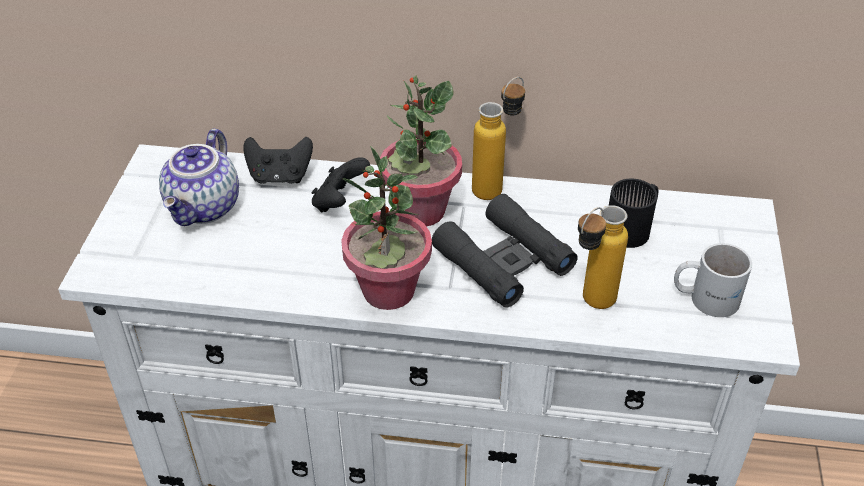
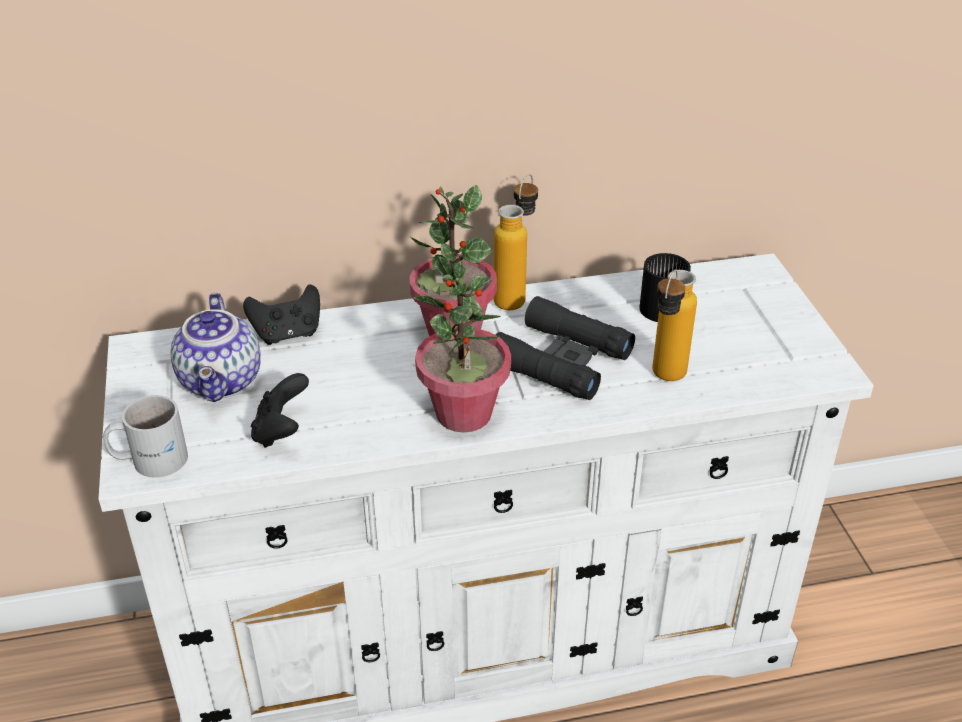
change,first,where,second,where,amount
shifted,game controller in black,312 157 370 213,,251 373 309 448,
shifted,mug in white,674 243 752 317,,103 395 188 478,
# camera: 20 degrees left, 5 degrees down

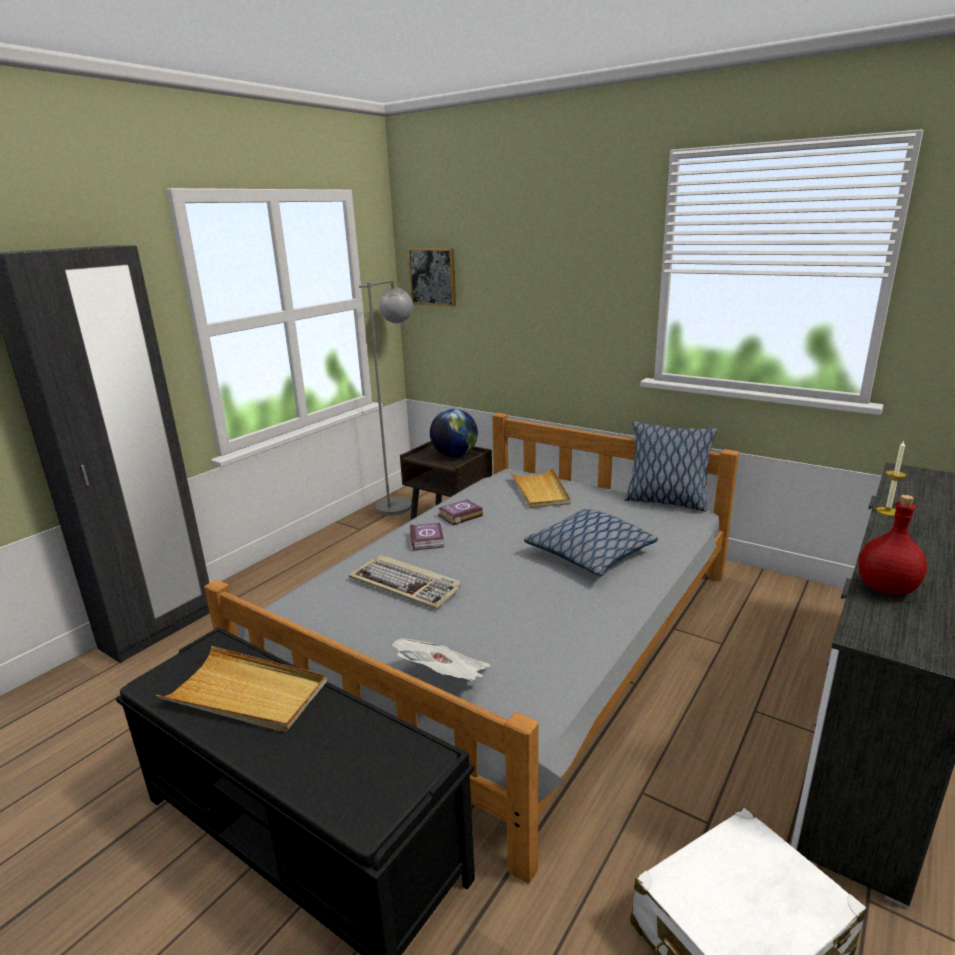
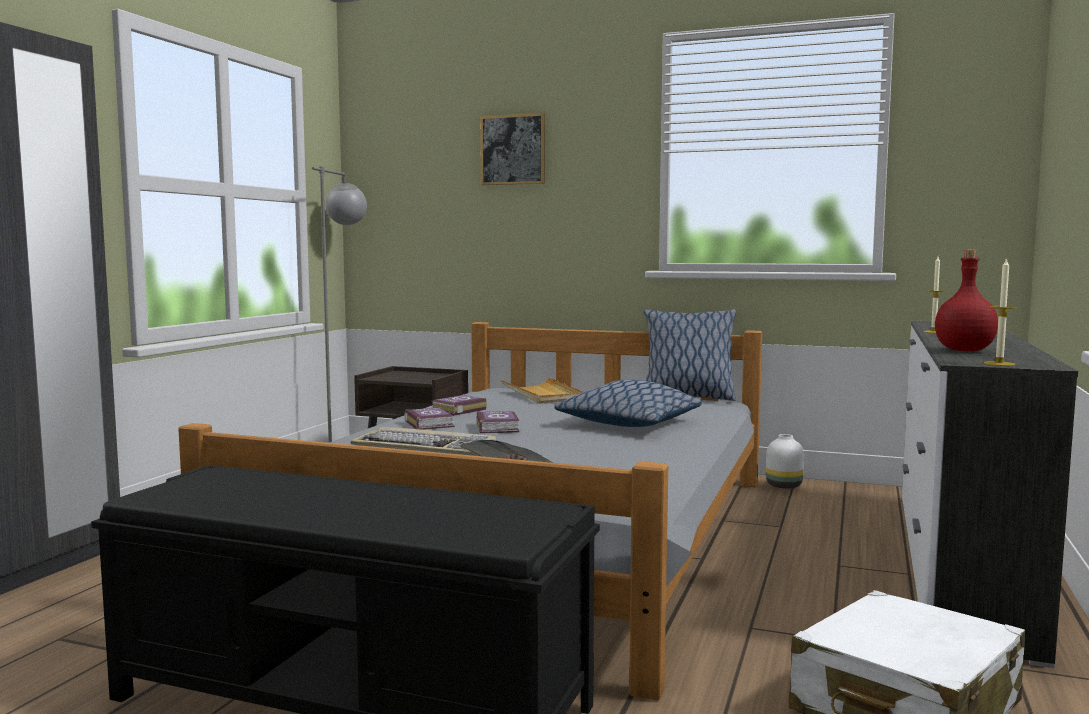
change,first,where,second,where,amount
gone,tray in beige,156 646 327 733,,,
shifted,picture,408 248 456 307,,480 113 545 185,
gone,globe,430 409 478 457,,,
new,,,book,476 411 520 434,
new,,,vase in white,766 434 804 489,
new,,,candle,984 258 1017 366,
# camera: 15 degrees left, 15 degrees down

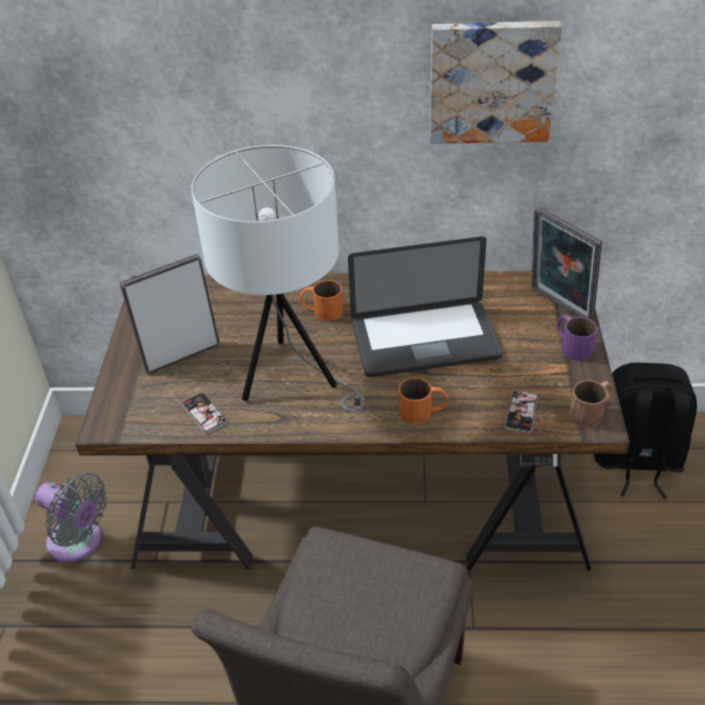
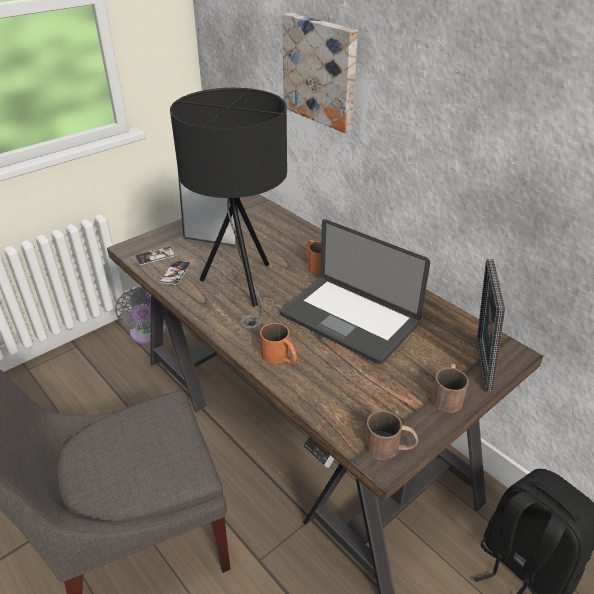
change,first,where,second,where,amount
repainted,table lamp in white,191 145 366 412,table lamp in black,170 88 287 329,
shifted,picture,430 21 562 144,,282 13 358 133,
shifted,phone,505 390 538 433,,135 246 176 266,
repainted,mug in purple,557 315 597 361,mug in brown,431 363 469 413,
# camera: 45 degrees right, 5 degrees down

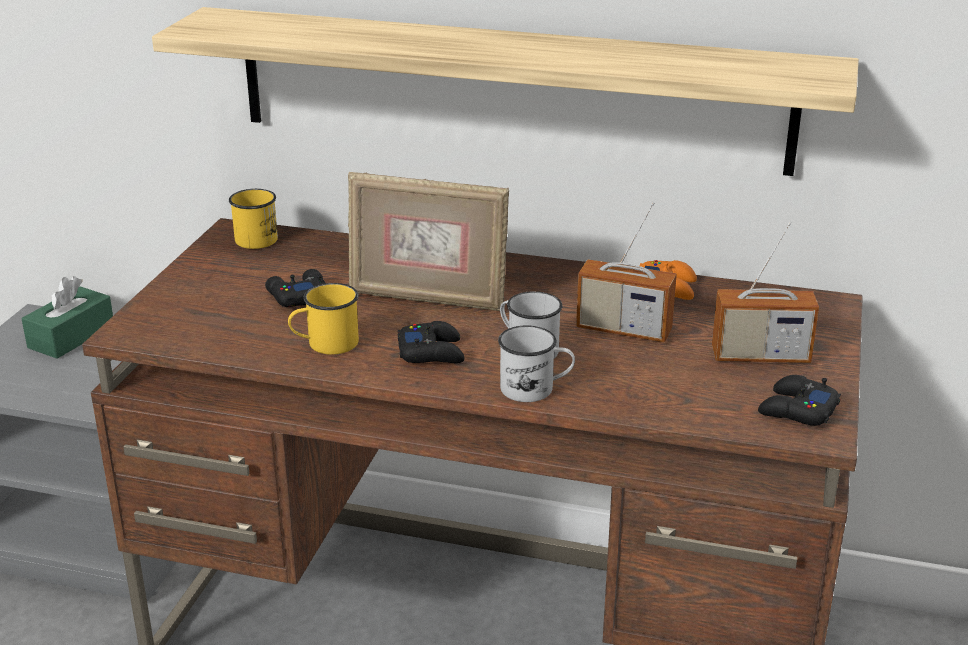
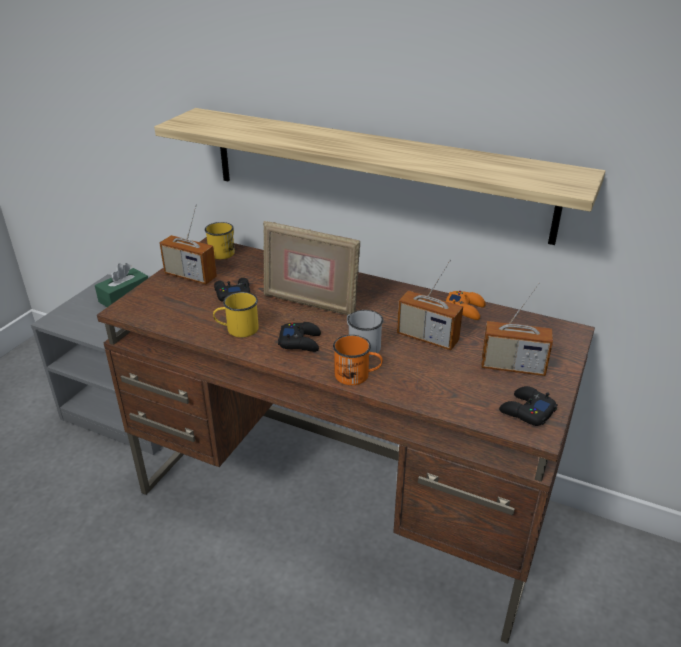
change,first,where,second,where,amount
repainted,mug in white,498 325 575 402,mug in orange,333 335 383 385,
new,,,radio,159 204 217 284,
# camera: 10 degrees right, 5 degrees up

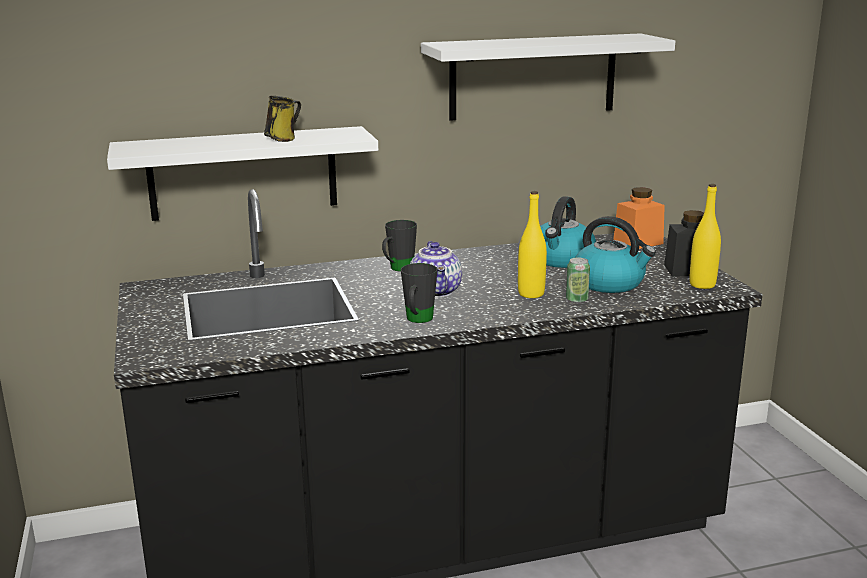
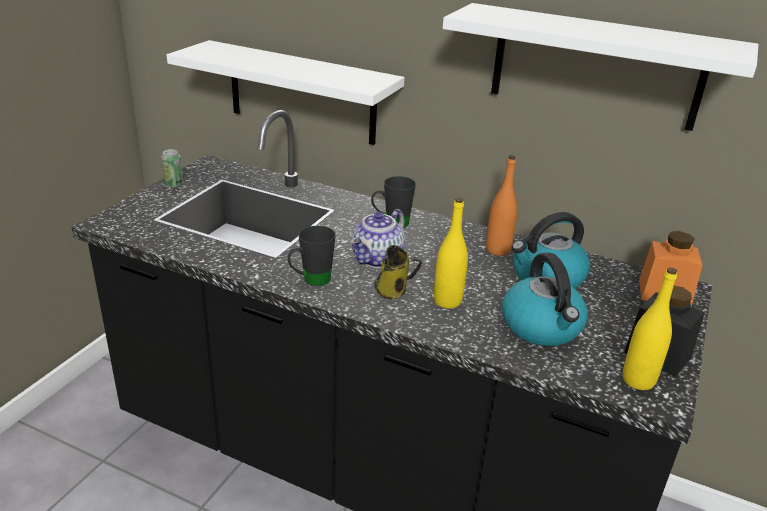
change,first,where,second,where,amount
shifted,mug,264 96 301 142,,374 245 422 299,
shifted,can,566 258 590 303,,161 149 183 188,
new,,,bottle in orange,486 155 518 256,
# camera: 40 degrees right, 10 degrees up

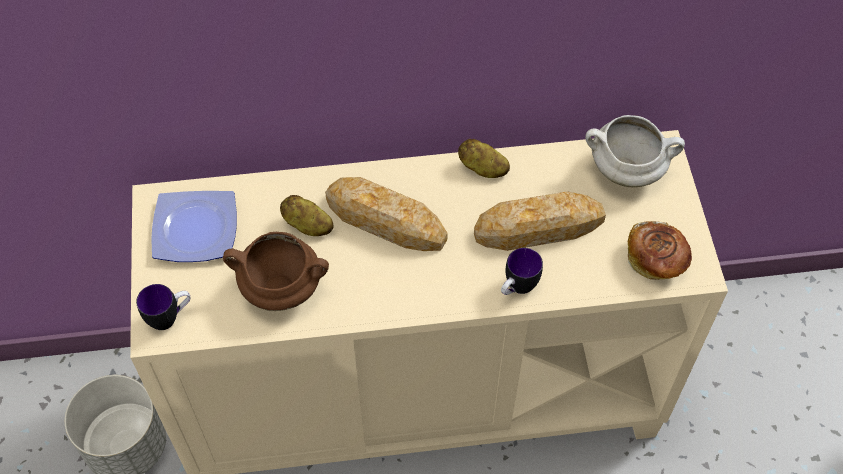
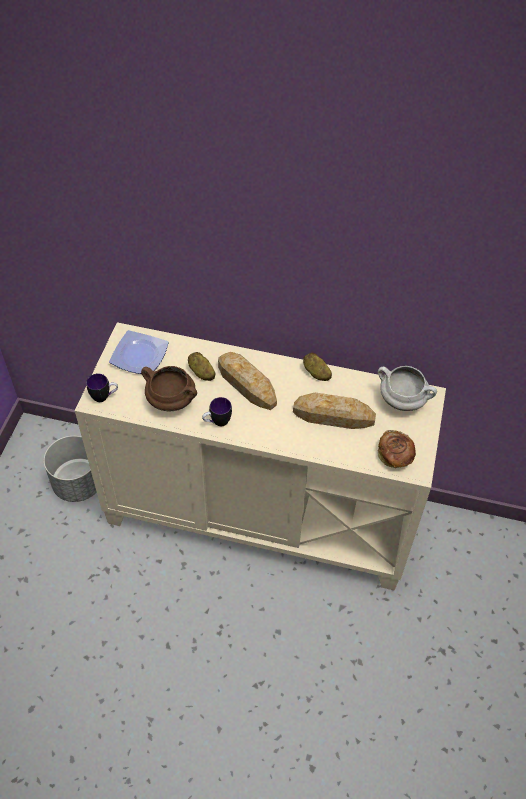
change,first,where,second,where,amount
shifted,mug,501 248 543 295,,202 397 232 426,
# camera: 20 degrees right, 5 degrees down

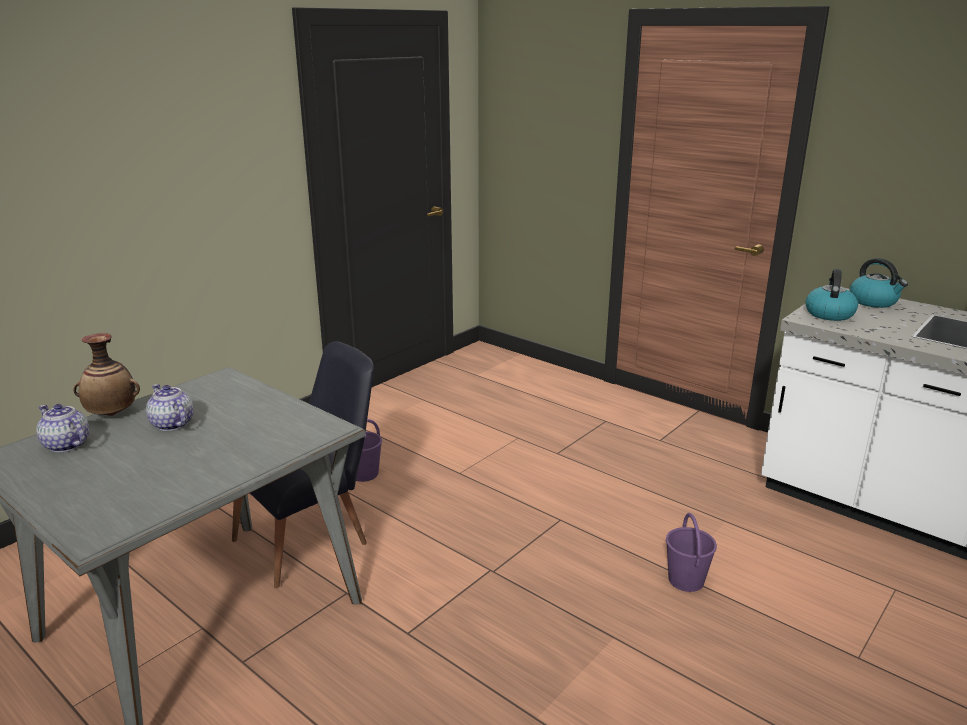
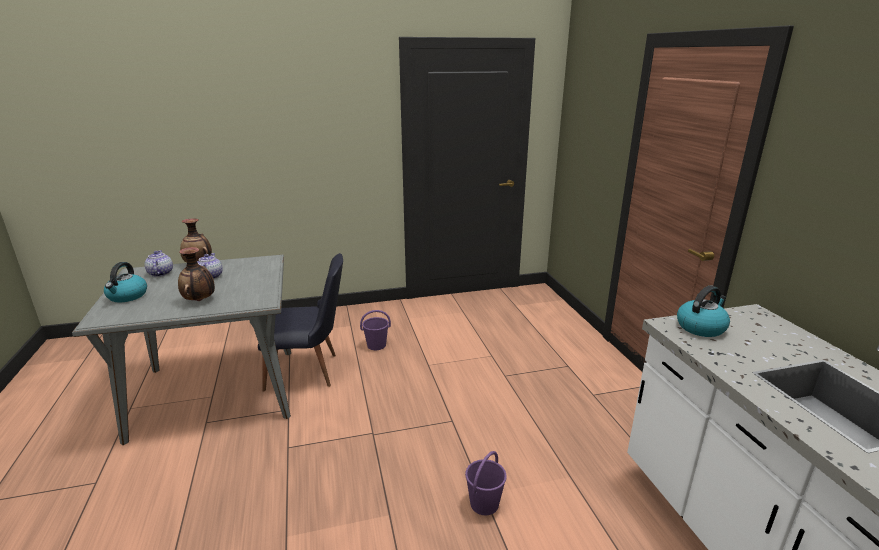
change,first,where,second,where,amount
shifted,kettle,850 258 908 308,,104 262 147 302,
new,,,vase,178 247 215 301,
# camera: 35 degrees right, 0 degrees up

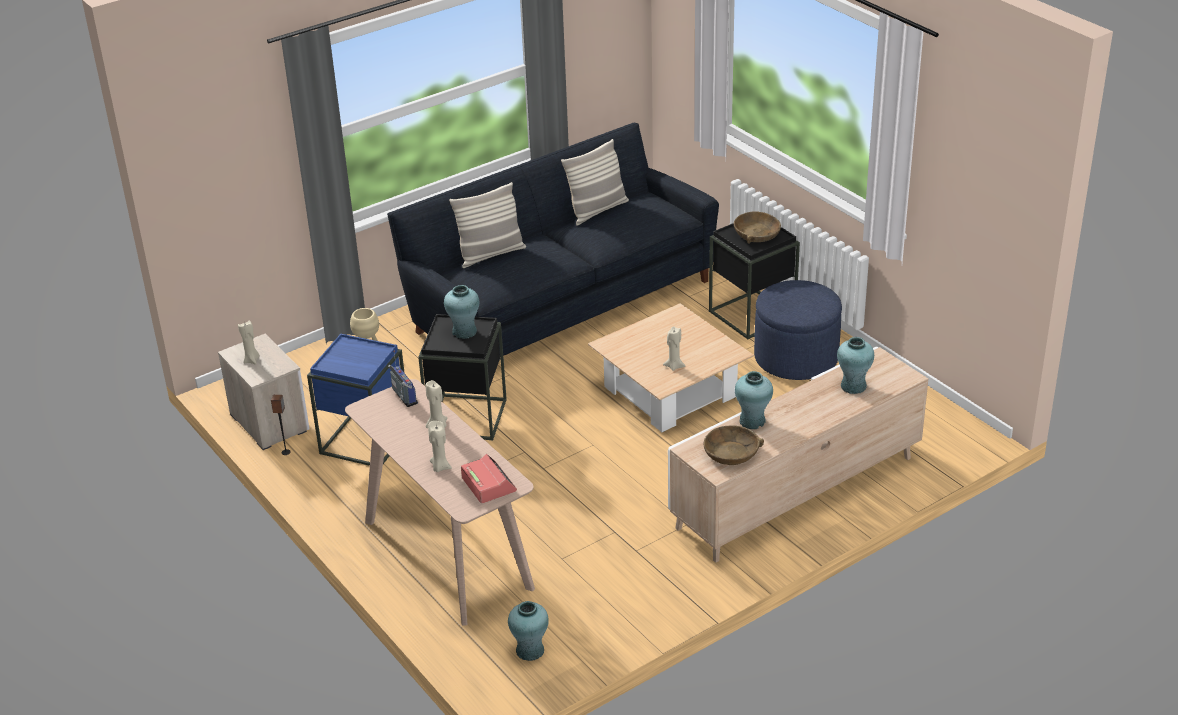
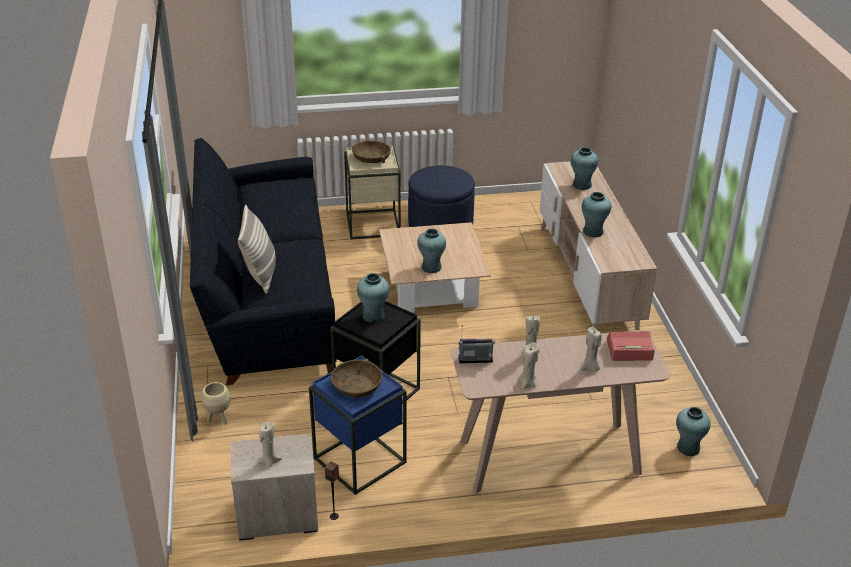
change,first,where,second,where,amount
gone,pillow,561 139 629 225,,,
shifted,candle in beige,663 326 685 371,,518 342 538 390,
shifted,bowl in brown,703 425 764 465,,331 359 383 398,
repainted,side table in black,709 223 800 339,side table in beige,344 145 401 239,
new,,,vase in turquoise,417 228 446 273,
# camera: 65 degrees left, 0 degrees up

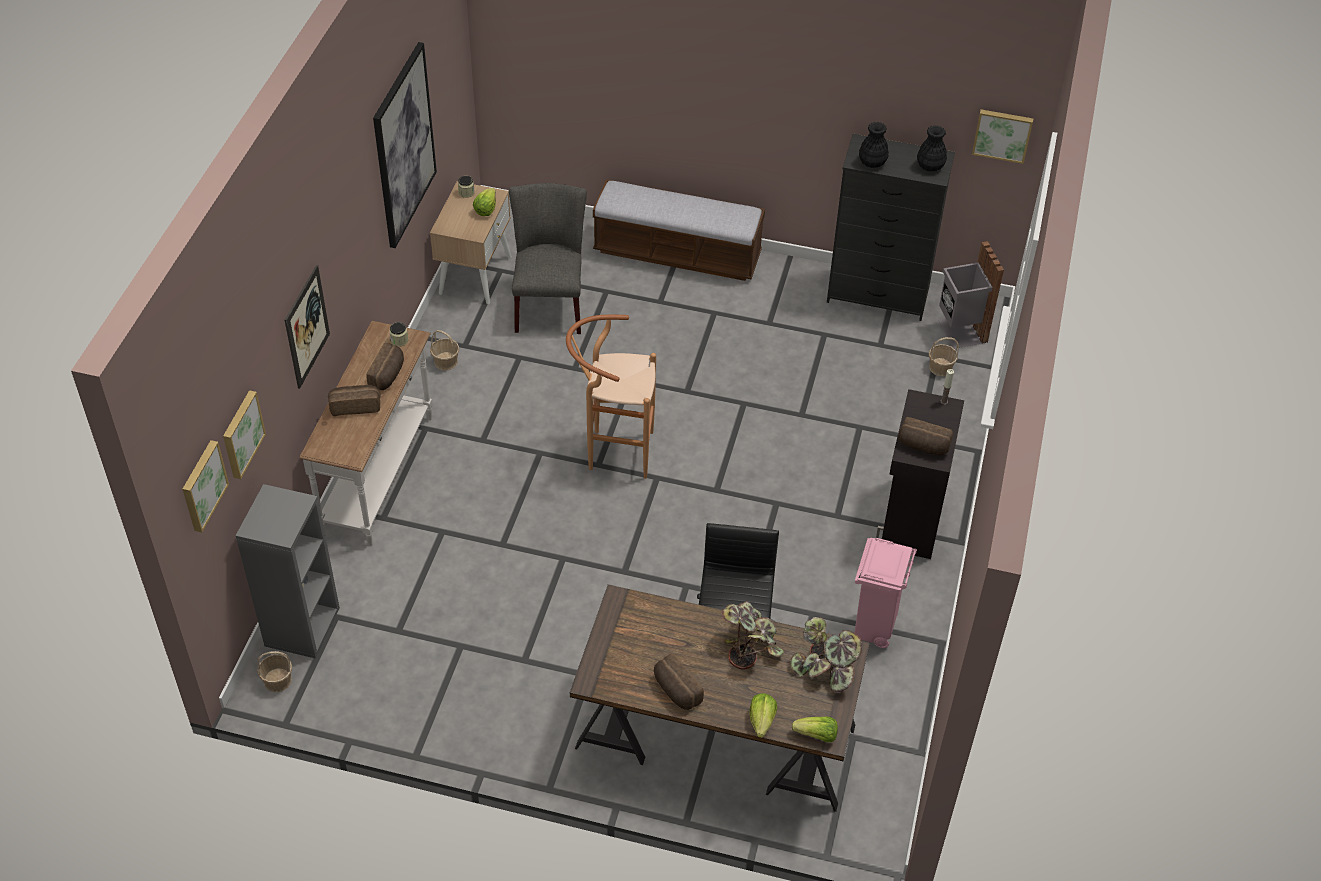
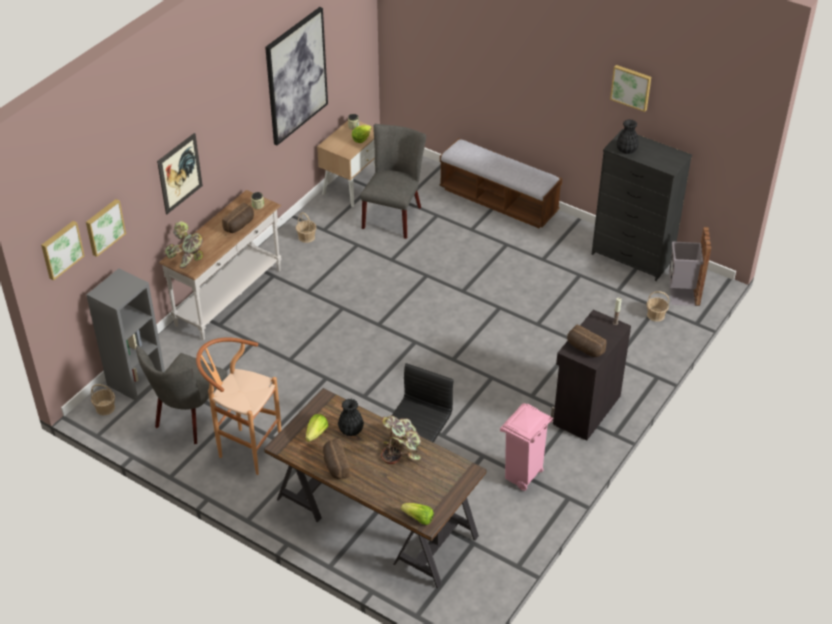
change,first,where,second,where,amount
gone,bread,328 385 381 416,,,
shifted,stool in brown,566 315 656 479,,196 337 281 475,
shifted,lettuce,749 693 777 738,,305 414 329 442,
shifted,potted plant,790 617 862 692,,165 221 204 268,
shifted,vase in black,917 125 947 171,,338 399 364 436,
shifted,picture,972 109 1033 164,,610 65 651 112,
new,,,chair in grey,136 346 228 444,
# camera: 20 degrees right, 5 degrees down

